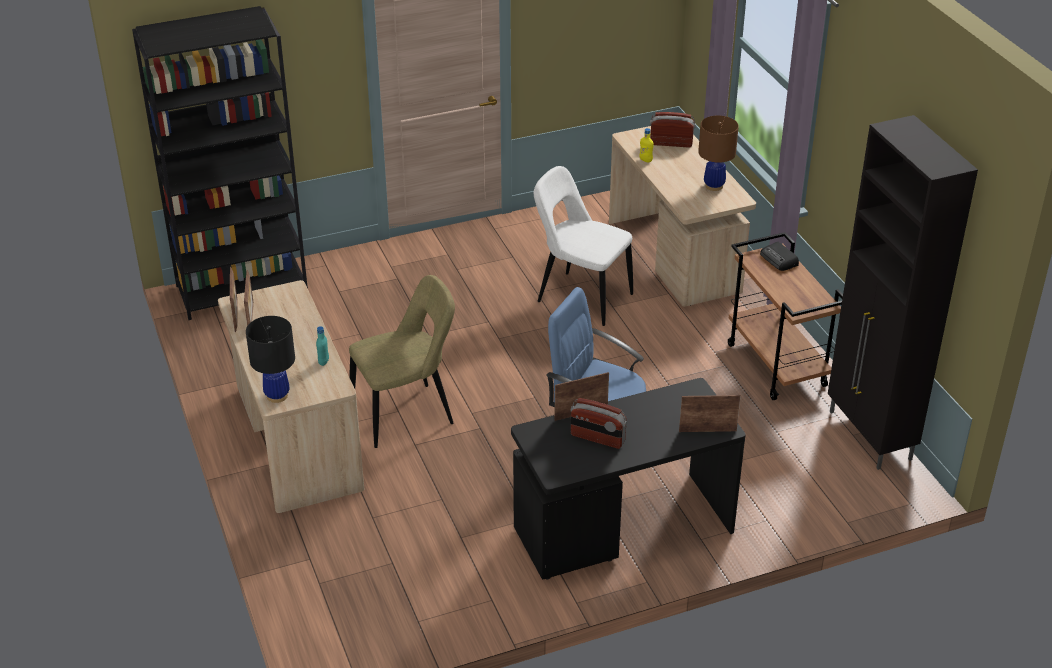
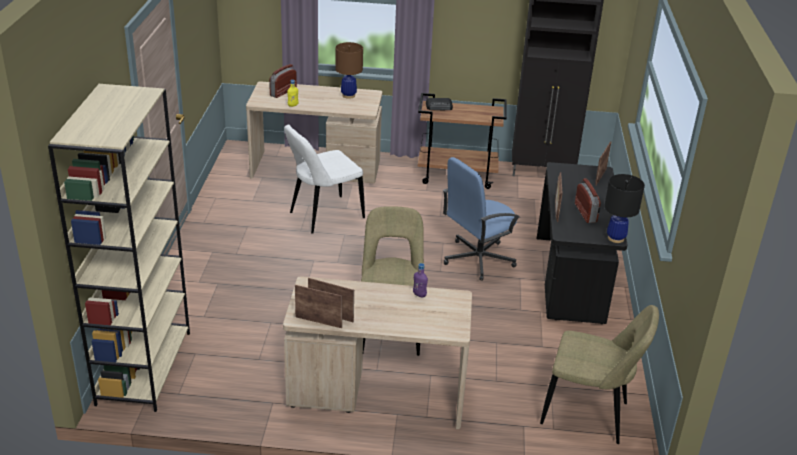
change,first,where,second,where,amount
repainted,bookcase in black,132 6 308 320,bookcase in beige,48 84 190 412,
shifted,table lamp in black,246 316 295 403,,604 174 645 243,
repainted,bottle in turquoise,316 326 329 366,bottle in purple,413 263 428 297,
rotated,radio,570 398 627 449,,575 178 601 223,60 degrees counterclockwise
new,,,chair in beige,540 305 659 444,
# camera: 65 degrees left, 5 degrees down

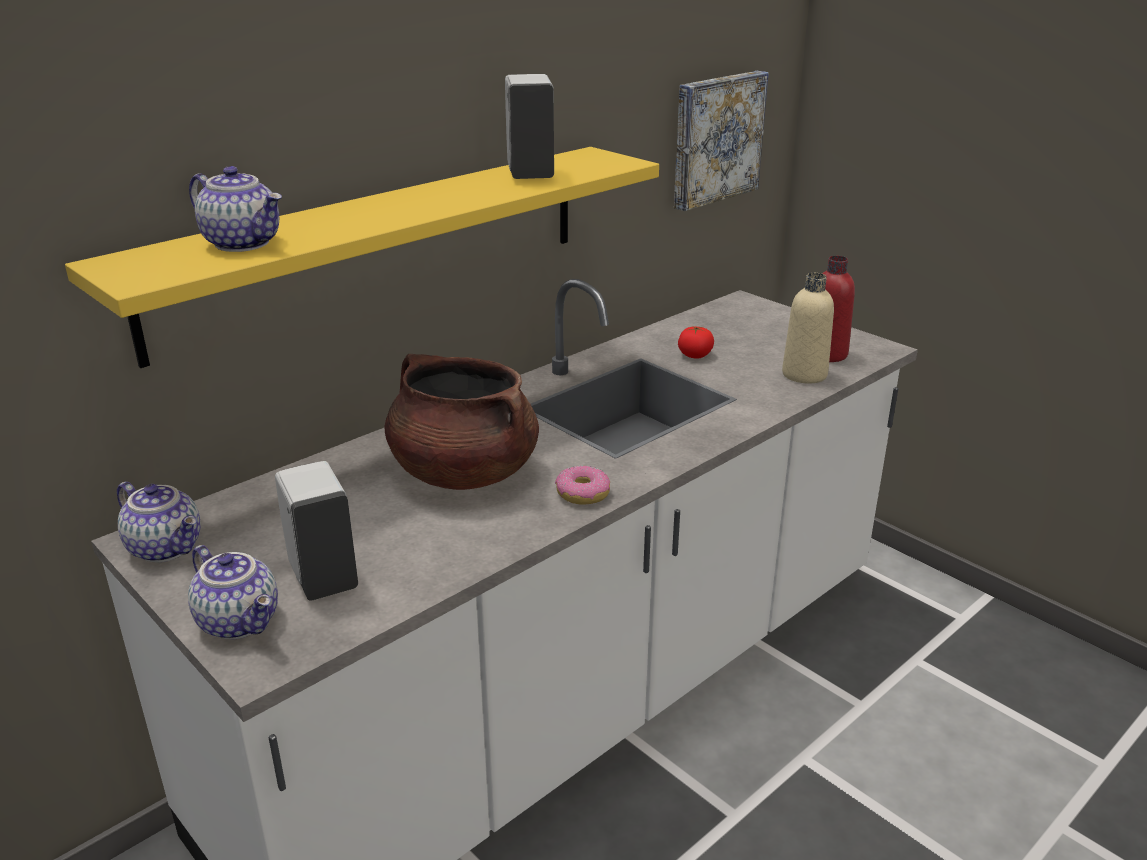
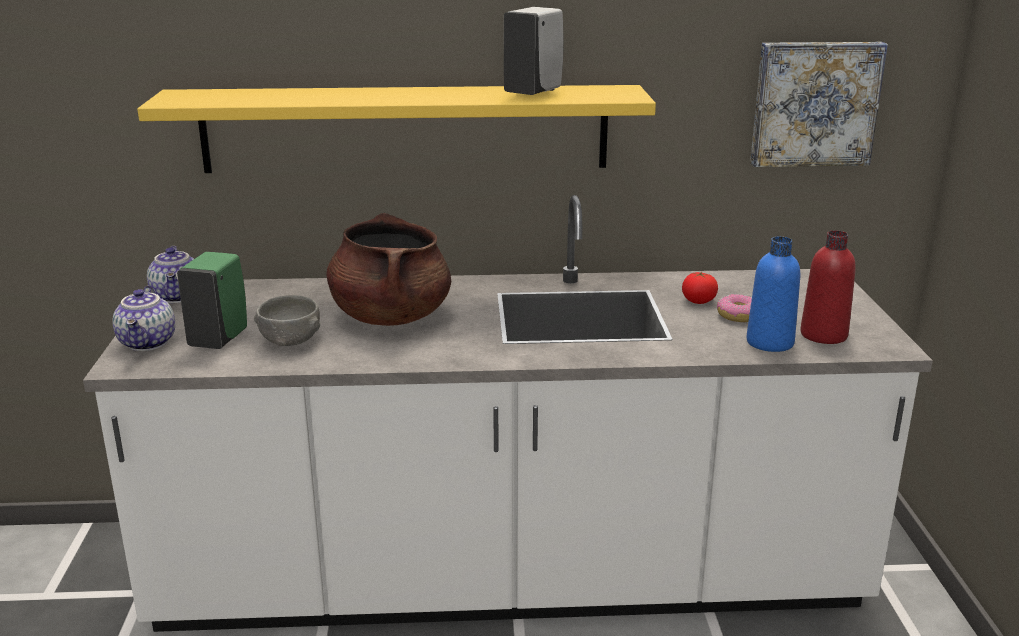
change,first,where,second,where,amount
gone,teapot,189 166 282 252,,,
repainted,soap dispenser in white,275 461 358 601,soap dispenser in green,177 252 247 349,
shifted,donut,555 465 610 505,,717 294 752 322,
repainted,bottle in beige,782 273 834 384,bottle in blue,746 237 800 352,
new,,,bowl in grey,254 295 320 346,
# camera: 40 degrees right, 5 degrees down

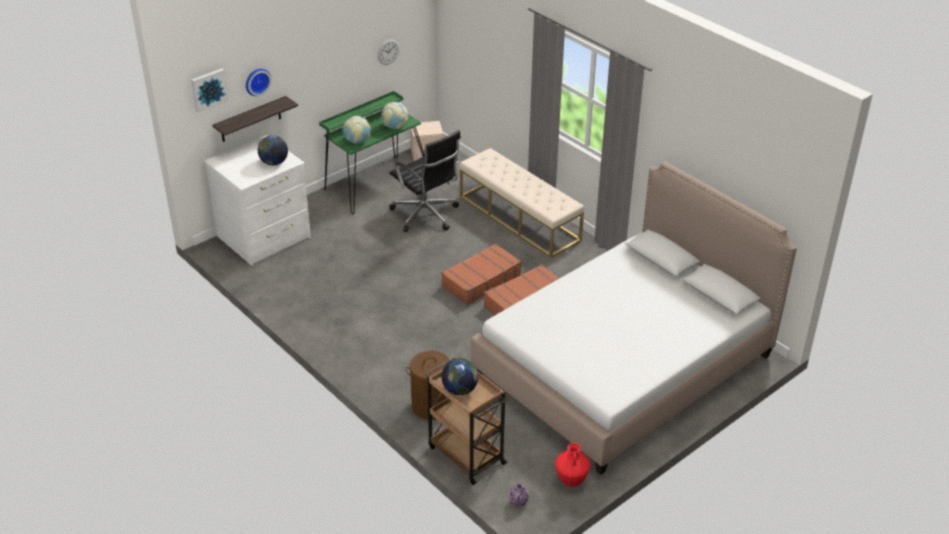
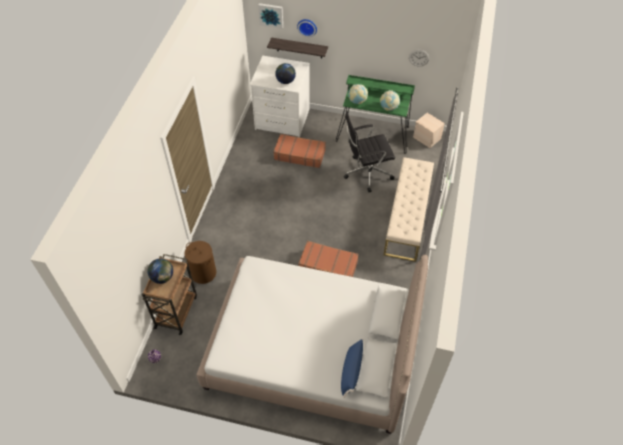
change,first,where,second,where,amount
rotated,office chair in black,389 130 461 232,,344 112 395 192,60 degrees clockwise
shifted,suitcase in brown,441 244 522 305,,273 134 326 168,
gone,vase in red,555 443 591 487,,,
new,,,pillow in blue,341 338 363 398,
# camera: 55 degrees right, 15 degrees up

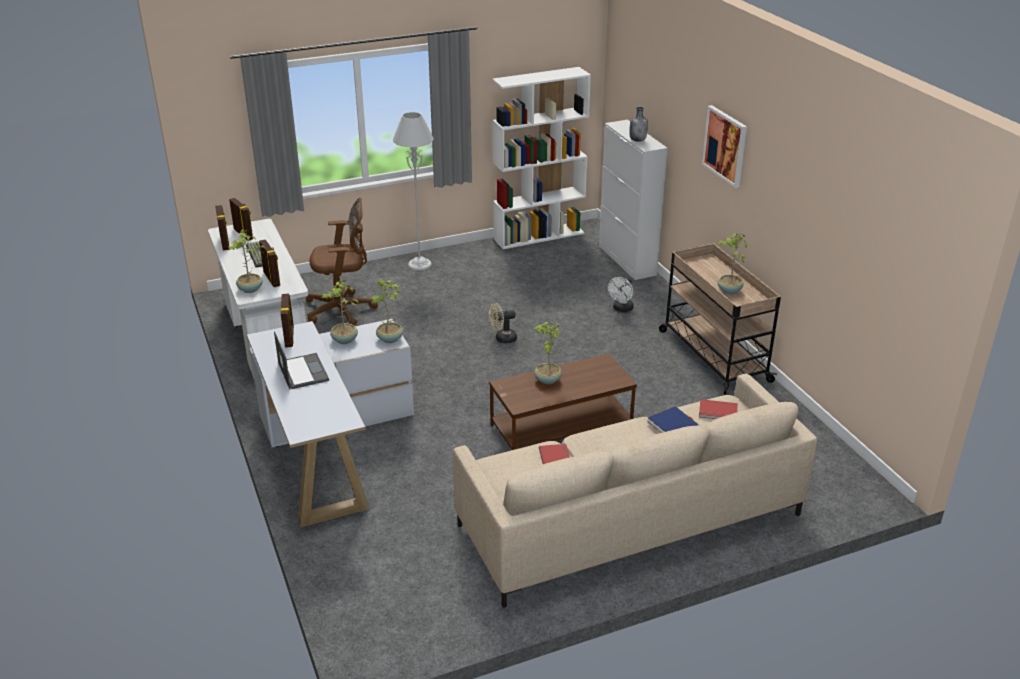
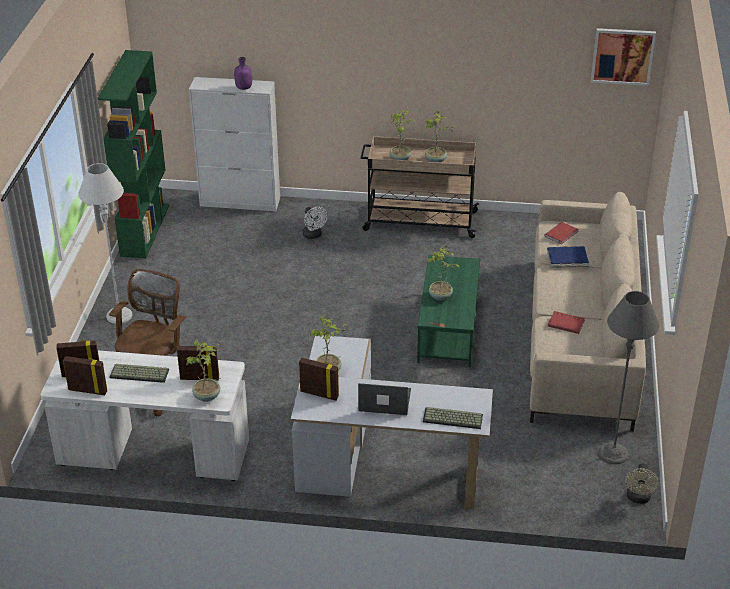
change,first,where,second,where,amount
shifted,potted plant,371 278 403 343,,389 110 415 160,
shifted,fan in beige,489 303 517 344,,625 463 658 504,
repainted,coffee table in brown,489 353 637 450,coffee table in green,417 255 480 367,
repainted,bookcase in white,492 67 591 249,bookcase in green,98 50 169 258,
repainted,bottle in grey,629 107 648 142,bottle in purple,234 57 252 90,
shifted,picture,702 105 747 188,,591 28 656 86,
new,,,keyboard,423 407 483 429,
new,,,floor lamp in grey,599 291 659 464,
# camera: 60 degrees left, 5 degrees up

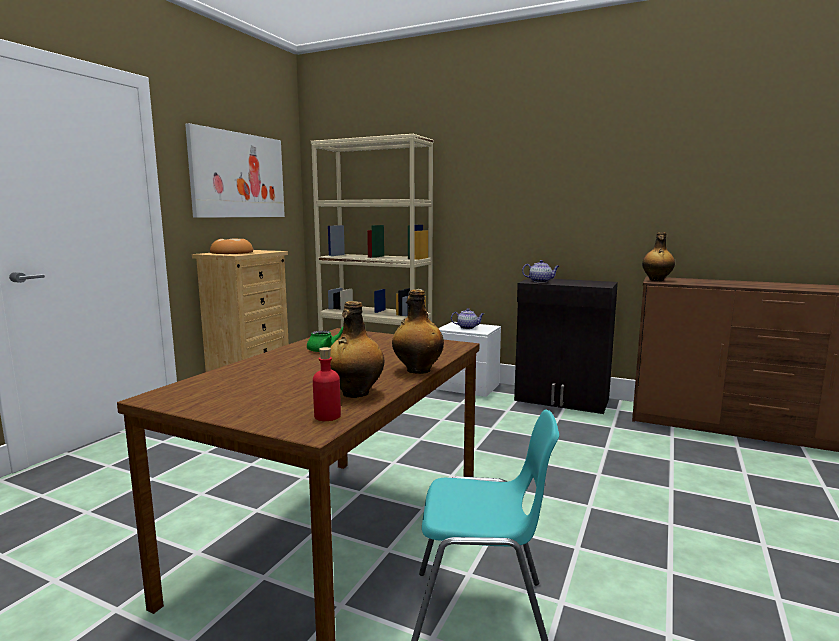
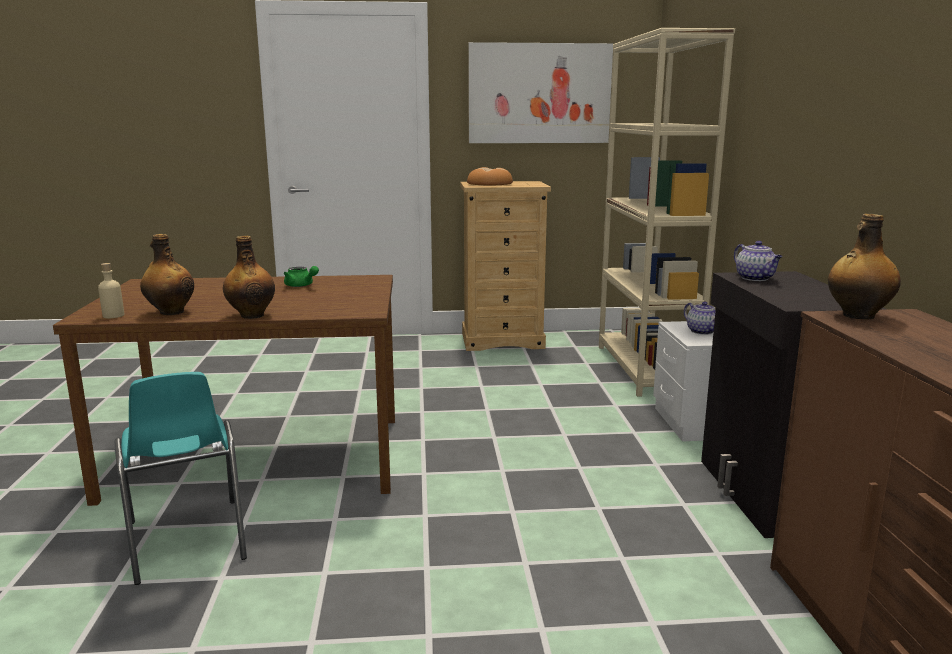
change,first,where,second,where,amount
repainted,bottle in red,313 347 341 421,bottle in beige,98 263 124 318,
# camera: 60 degrees right, 5 degrees up

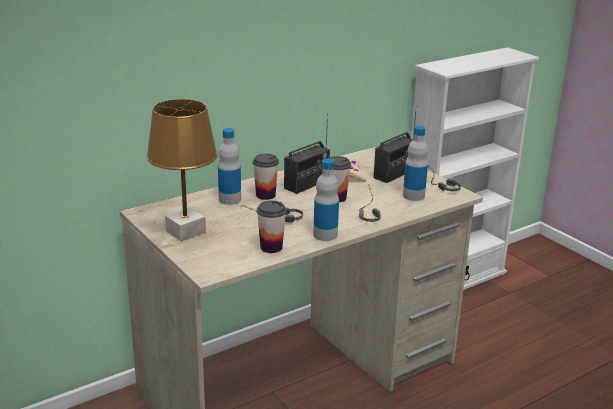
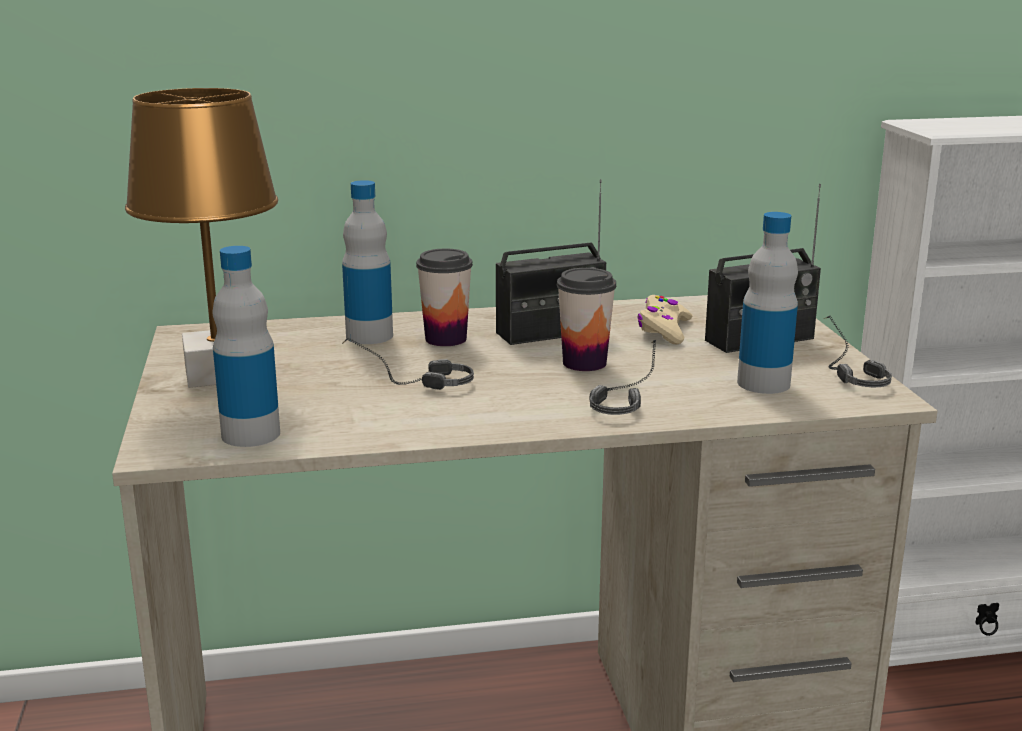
change,first,where,second,where,amount
gone,cup,257 200 287 253,,,
shifted,bottle,313 158 339 241,,212 246 280 447,
# camera: 25 degrees right, 5 degrees down

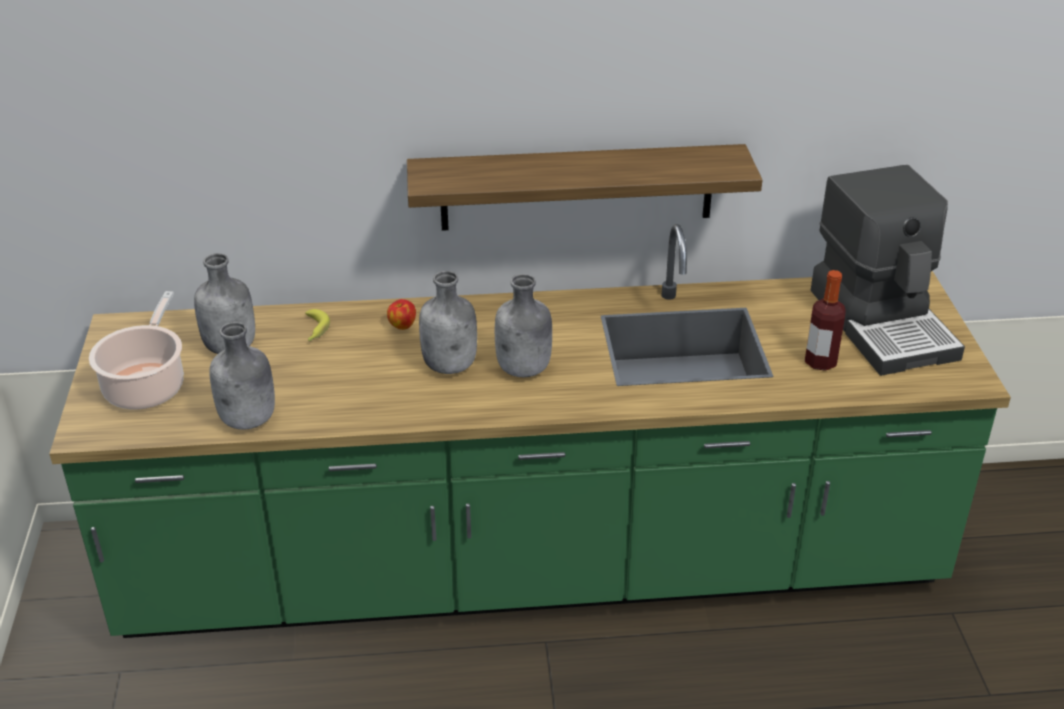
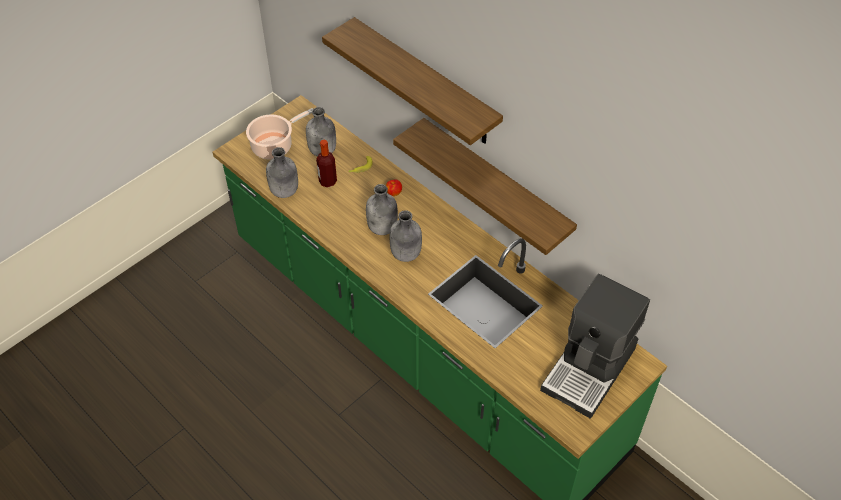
change,first,where,second,where,amount
shifted,bottle,805 270 846 371,,316 140 337 187,
new,,,shelf,322 17 503 145,
# camera: 50 degrees right, 15 degrees up

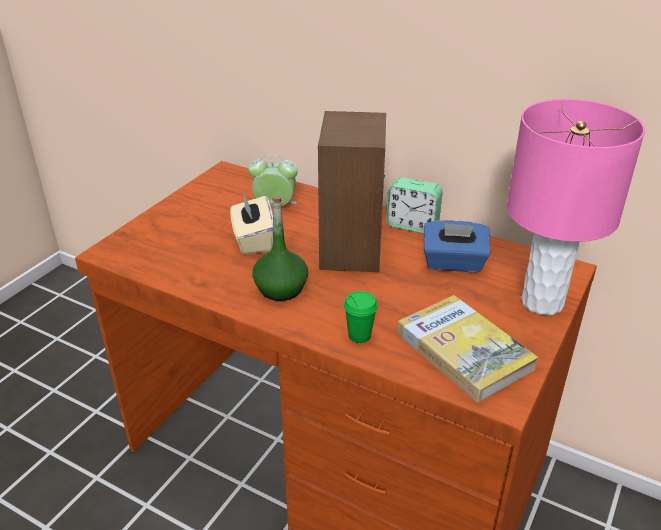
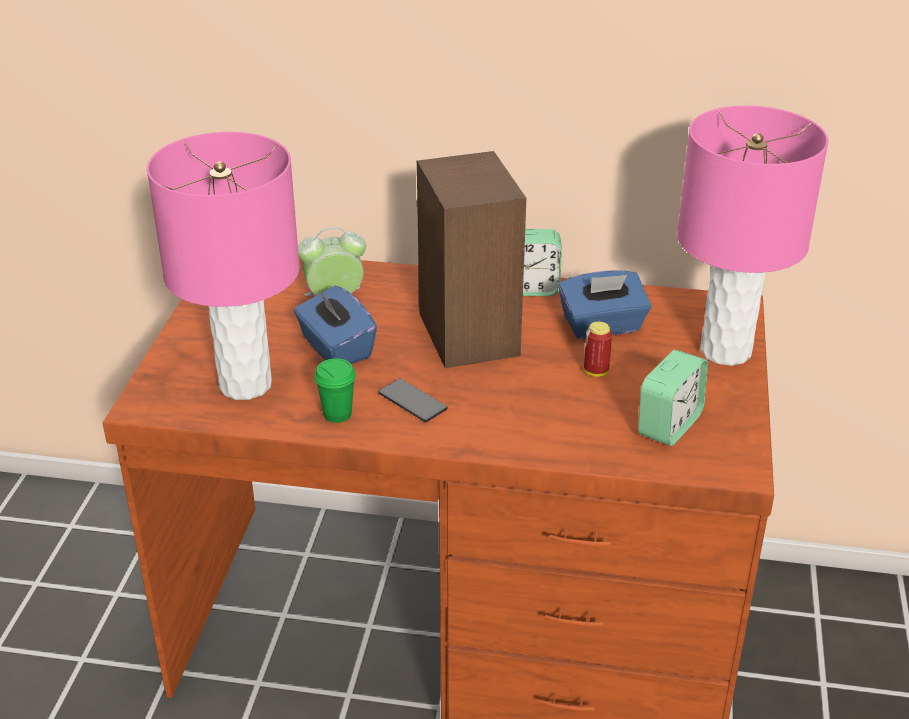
change,first,where,second,where,amount
repainted,tissue box in beige,230 195 273 254,tissue box in blue,294 286 377 364,
swapped,bottle in green,252 195 308 301,phone,378 379 447 422,
shifted,cup in green,344 291 378 343,,314 358 356 423,
swapped,book,397 295 538 403,alarm clock,638 350 708 446,
new,,,table lamp in pink,147 132 300 400,
new,,,can,584 322 612 377,
# camera: 20 degrees left, 0 degrees up

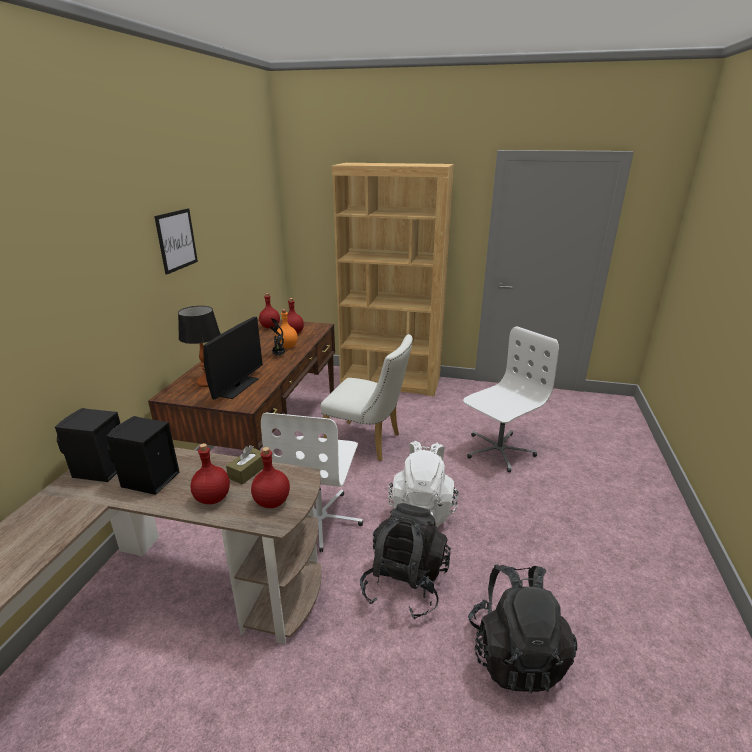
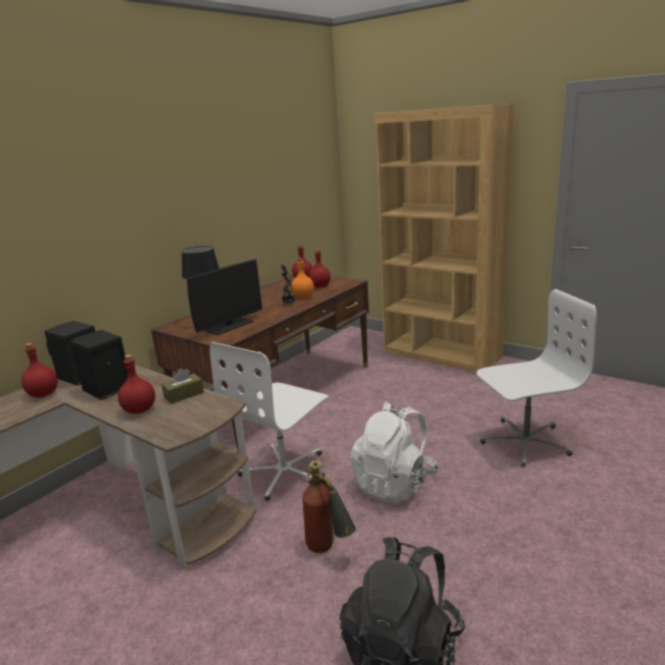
change,first,where,second,where,amount
gone,picture,154 208 198 275,,,
shifted,bottle in red,251 447 290 508,,22 343 58 398,
gone,chair in white,320 334 413 461,,,
swapped,backpack in black,360 503 451 620,fire extinguisher,302 460 356 553,
# camera: 25 degrees right, 5 degrees down

